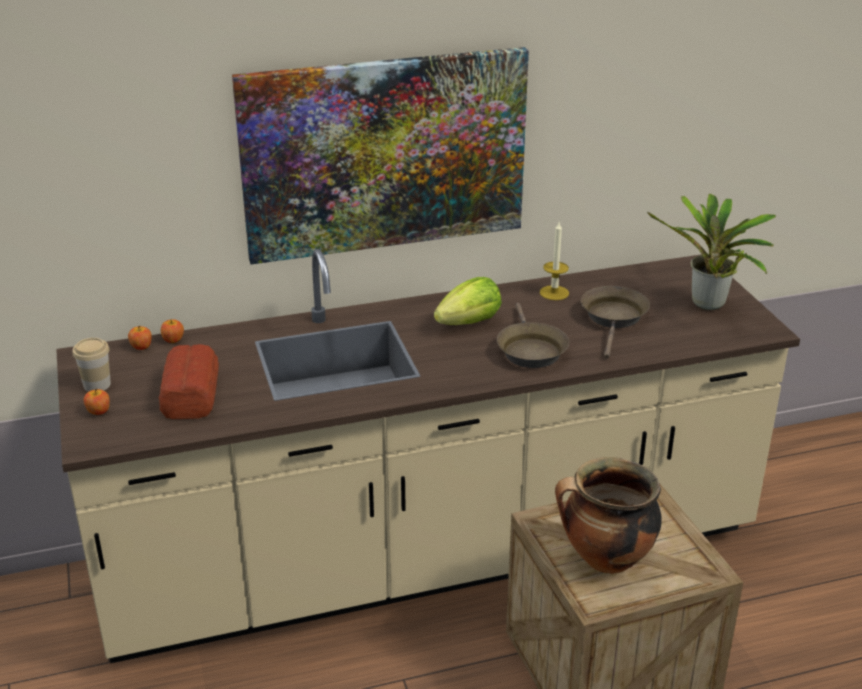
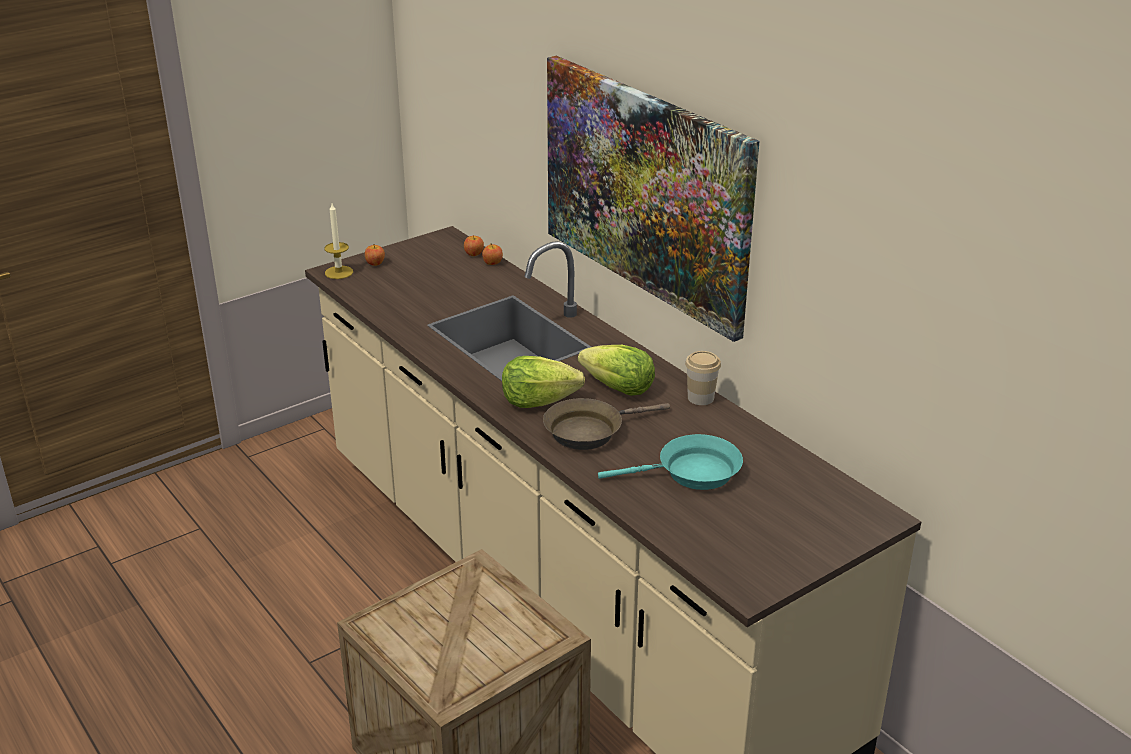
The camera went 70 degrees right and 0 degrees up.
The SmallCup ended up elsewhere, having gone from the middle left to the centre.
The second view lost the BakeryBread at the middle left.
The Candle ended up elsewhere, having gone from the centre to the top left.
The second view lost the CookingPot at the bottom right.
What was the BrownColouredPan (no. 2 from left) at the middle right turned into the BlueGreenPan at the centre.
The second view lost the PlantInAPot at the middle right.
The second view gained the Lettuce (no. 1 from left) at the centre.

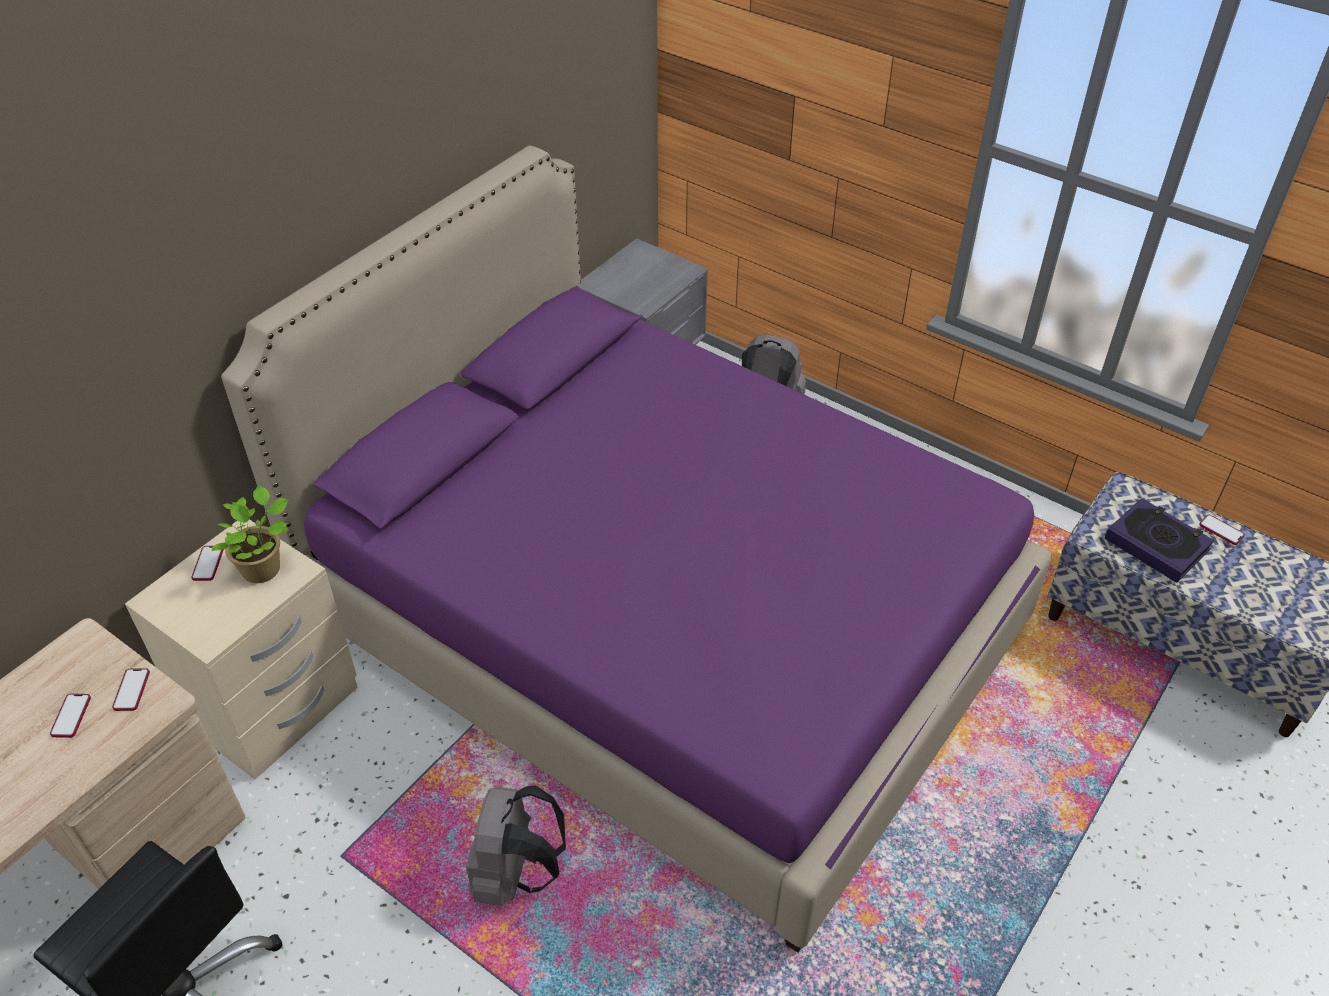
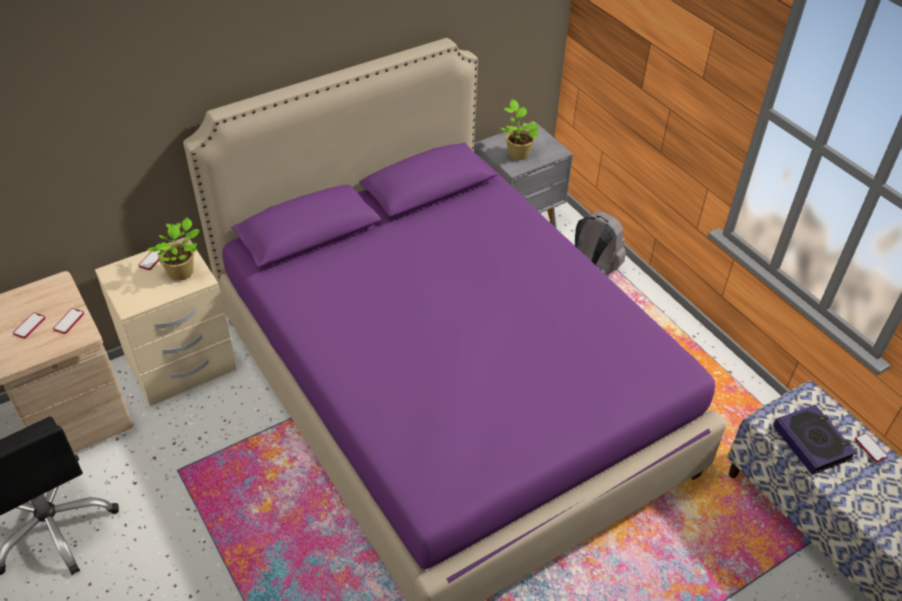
The camera went 20 degrees right and 0 degrees up.
The second view lost the GreyishBackpack (no. 1 from left) at the bottom centre.
The second view gained the PlantInAPot (no. 2 from left) at the top centre.

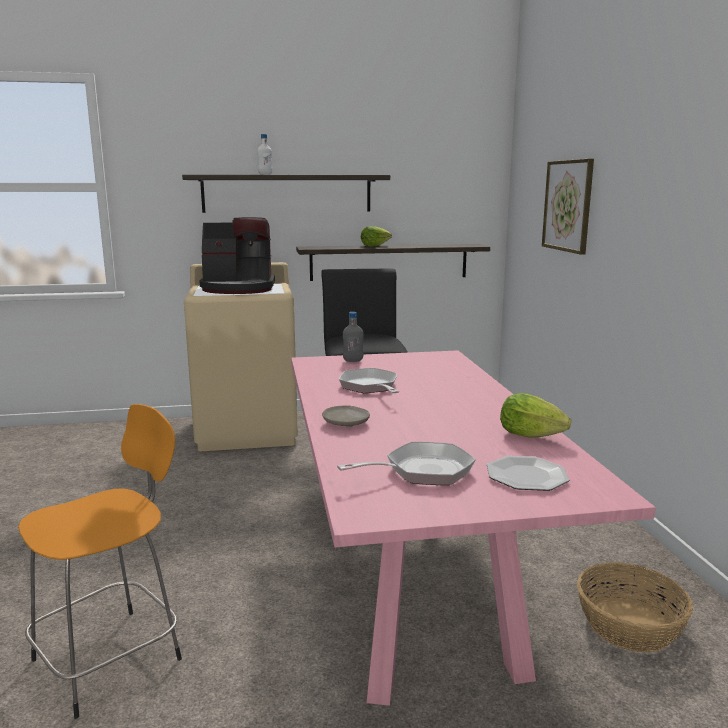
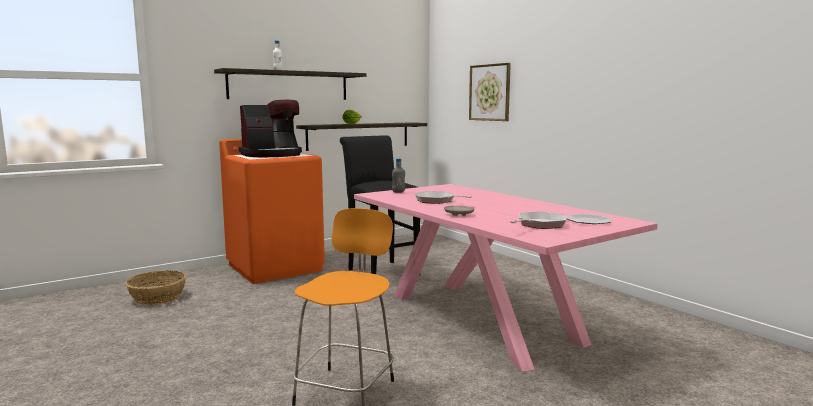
The camera went 25 degrees left and 5 degrees down.
What was the BeigeLaundryAppliance at the middle left turned into the OrangeColouredLaundryAppliance at the centre.
The second view lost the Lettuce (no. 2 from left) at the middle right.
The StorageBasket ended up elsewhere, having gone from the bottom right to the bottom left.

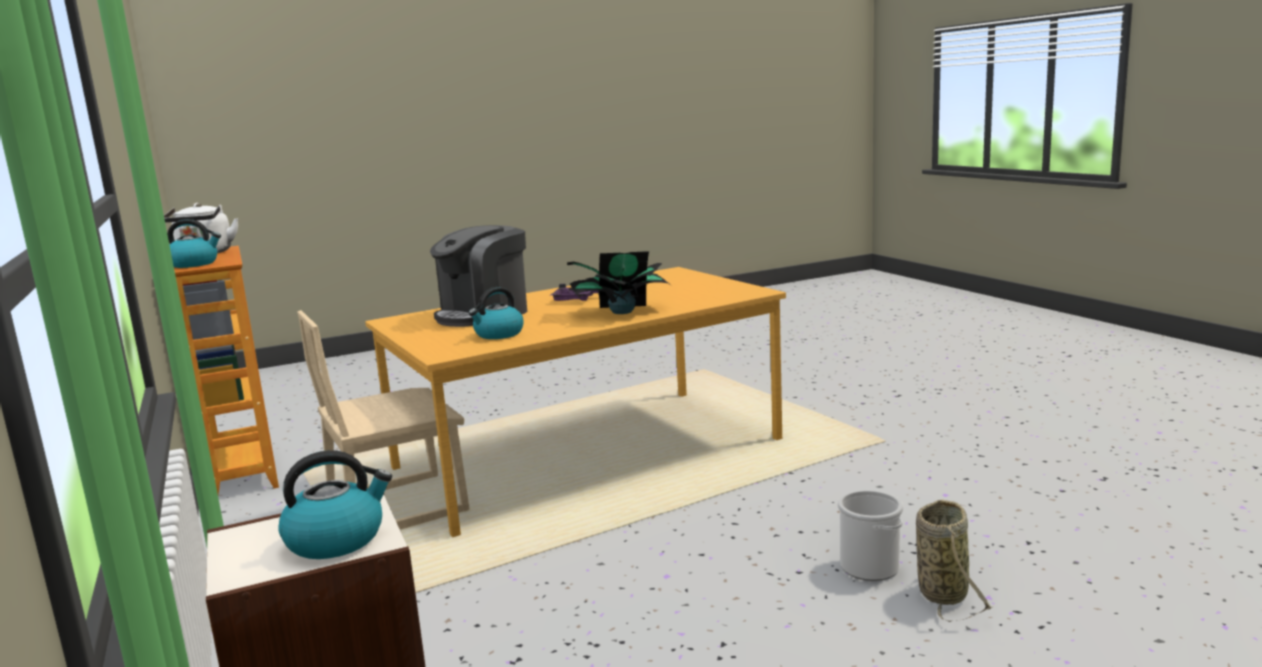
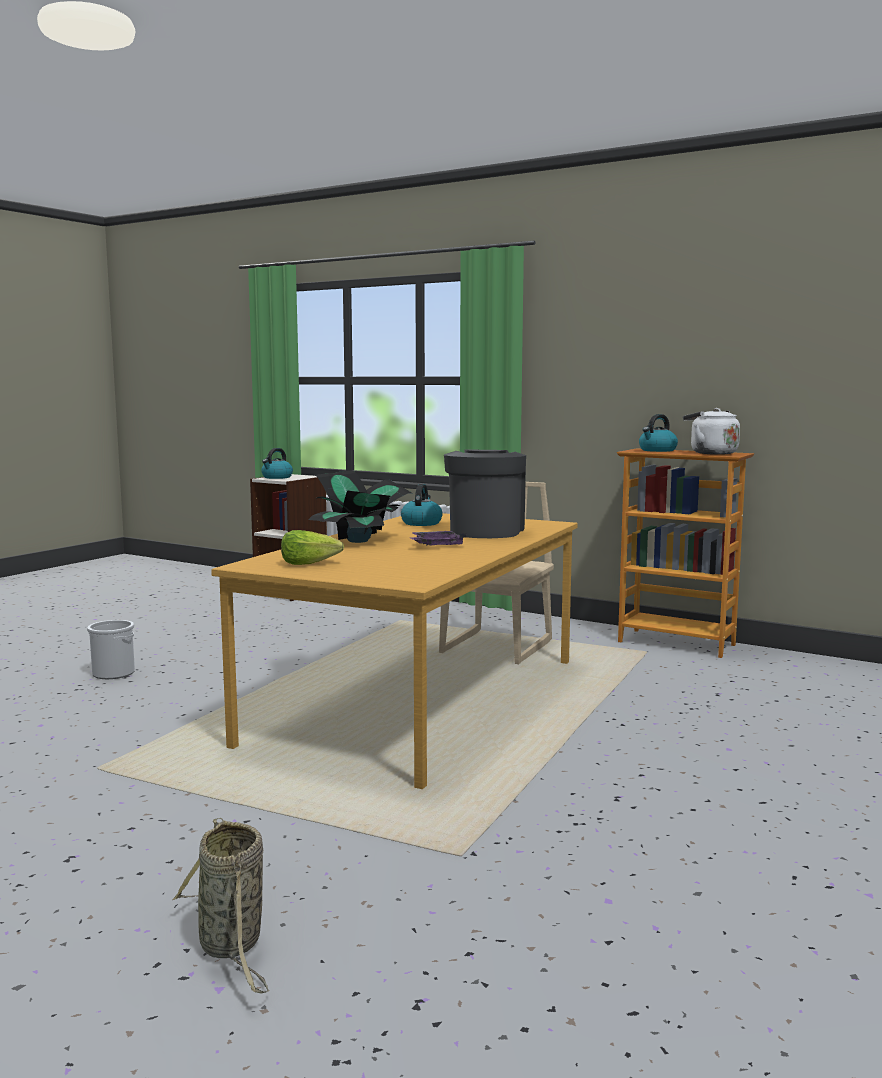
The camera went 145 degrees right and 5 degrees down.
The StorageBasket ended up elsewhere, having gone from the bottom right to the bottom left.
The second view gained the Lettuce at the centre.

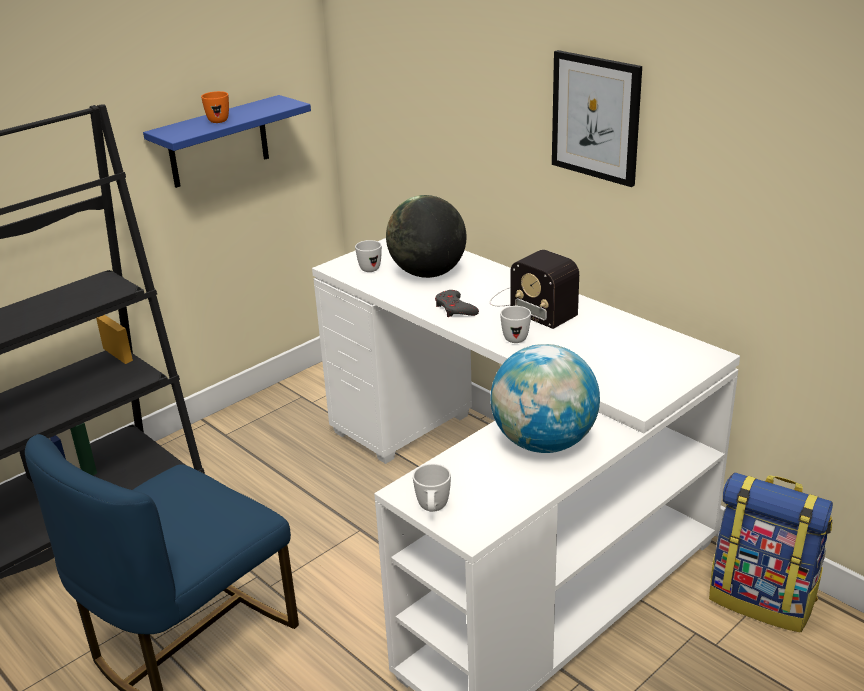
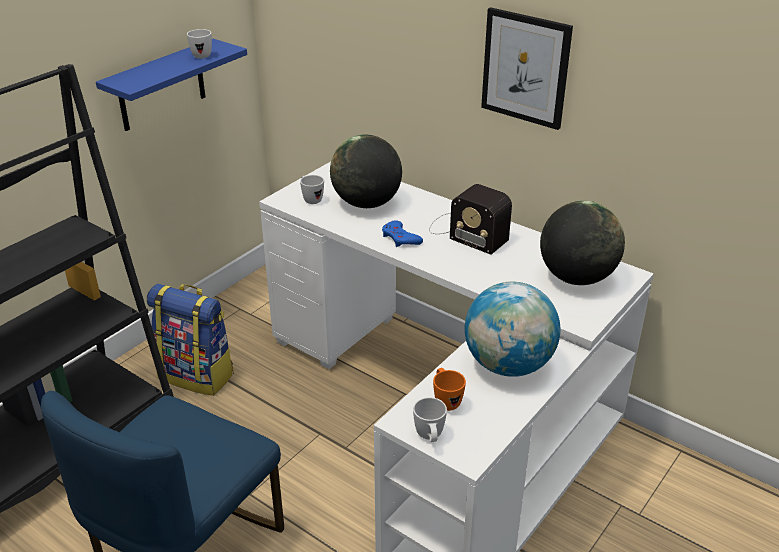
The camera went 10 degrees left and 5 degrees up.
The OrangeColouredCoffeeMug ended up elsewhere, having gone from the top left to the bottom centre.
What was the GreyishGameController at the centre turned into the BlueGameController at the centre.
The WhitishCoffeeMug (no. 3 from left in the first image) ended up elsewhere, having gone from the centre to the top left.
The Backpack ended up elsewhere, having gone from the bottom right to the middle left.
The second view gained the DeskGlobe (no. 3 from left) at the middle right.

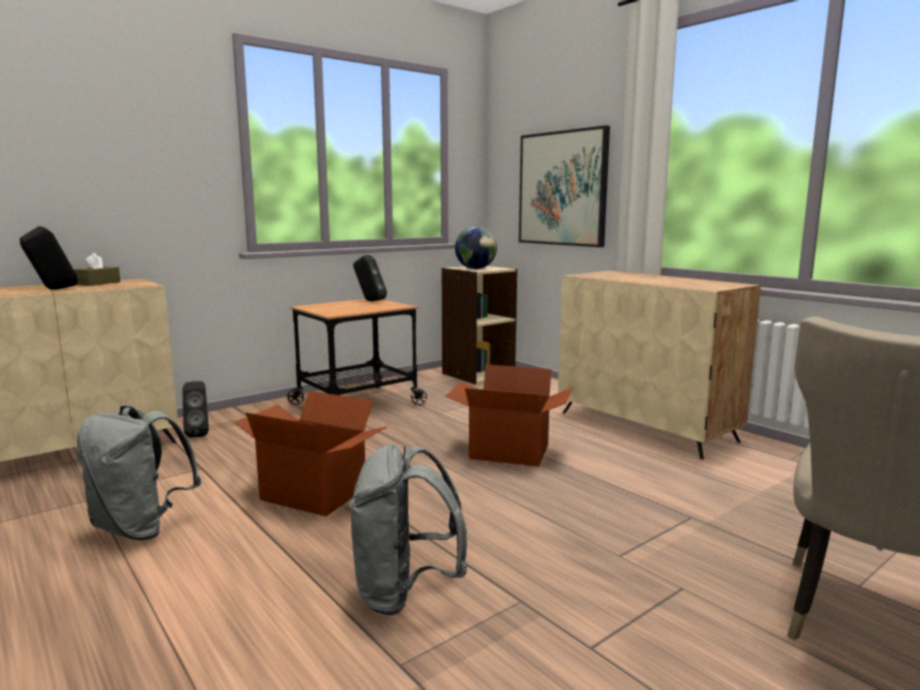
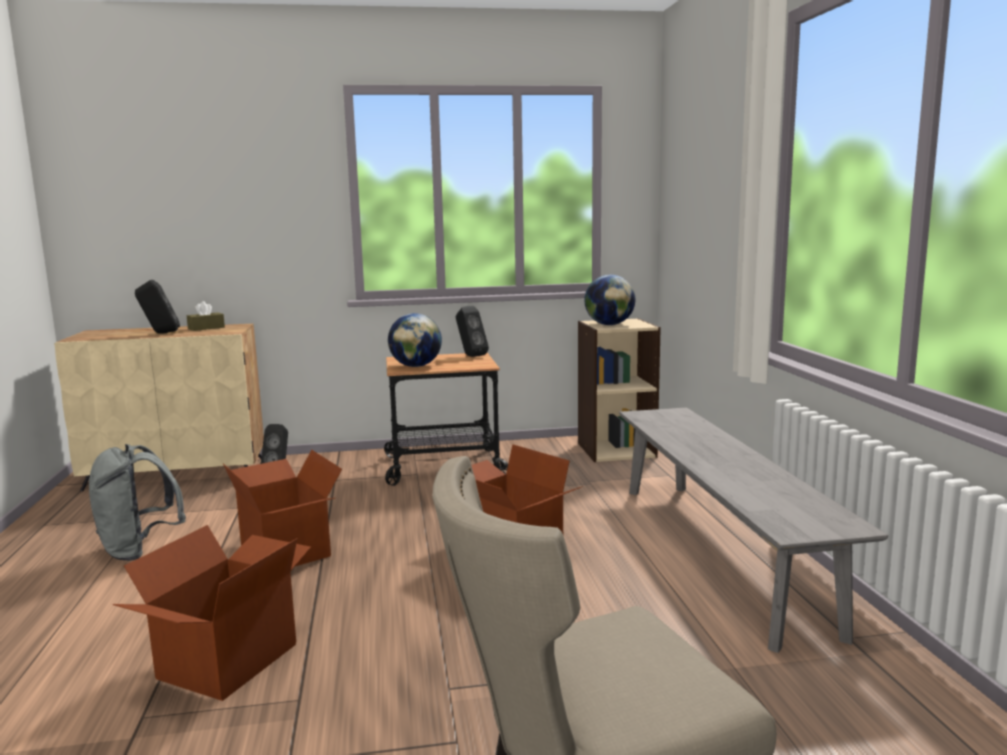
The camera went 30 degrees right and 0 degrees up.
Where the GreyishBackpack (no. 2 from left) stood at the bottom centre, the PackingBox (no. 1 from left) came to stand at the bottom left.
The second view lost the WallPicture at the top centre.
Where the BeigeCupboard (no. 2 from left) stood at the middle right, the GreyishBench came to stand at the bottom right.
The second view gained the DeskGlobe (no. 1 from left) at the centre.

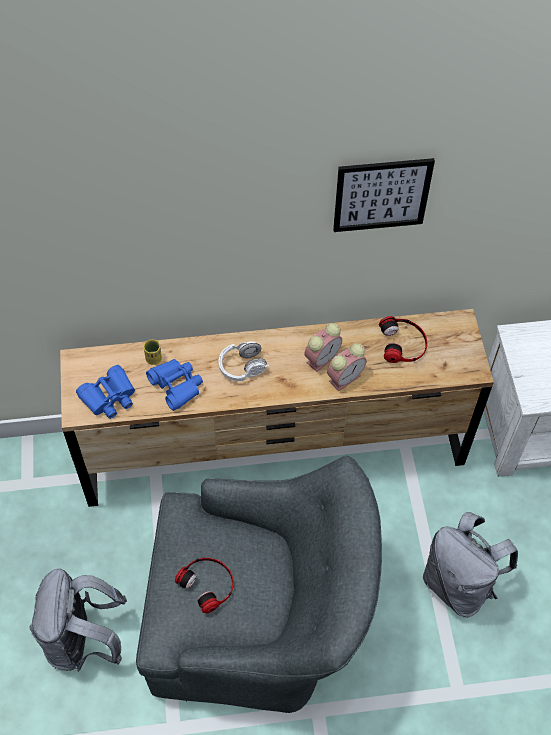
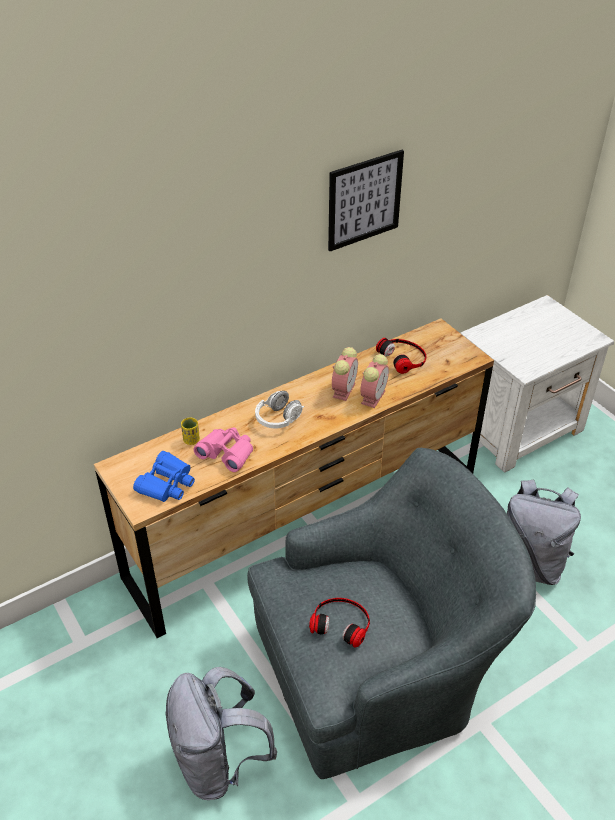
The camera went 25 degrees left and 15 degrees down.
What was the BlueFieldGlasses (no. 2 from left) at the middle left turned into the PinkColouredFieldGlasses at the centre.

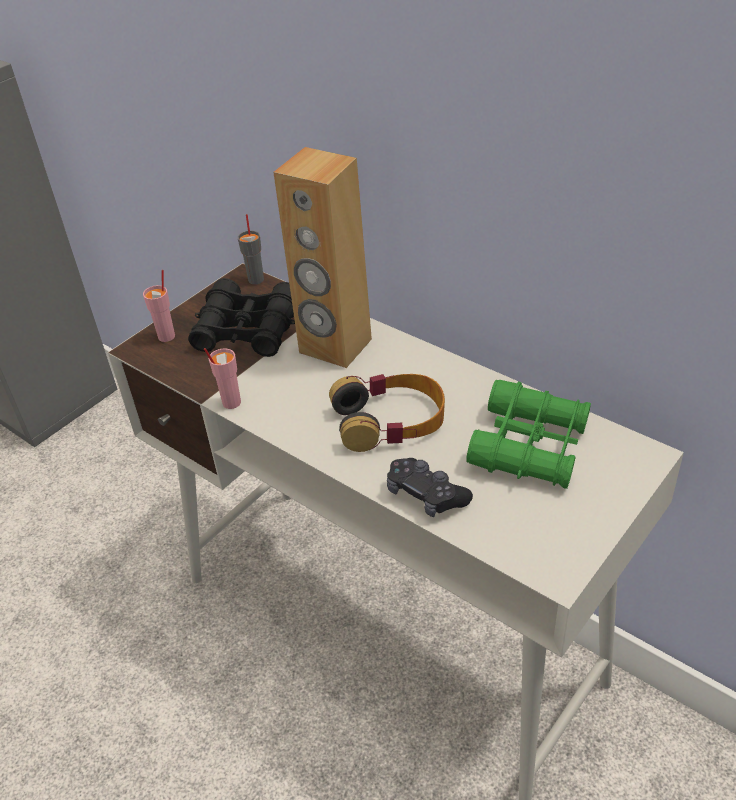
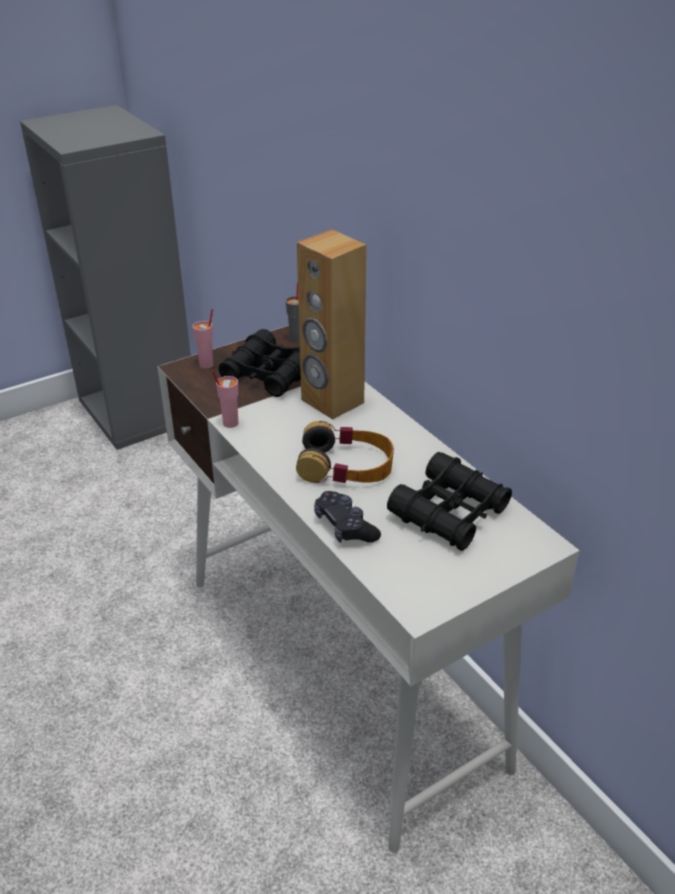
The camera went 15 degrees right and 5 degrees down.
What was the GreenFieldGlasses at the middle right turned into the BlackColouredFieldGlasses (no. 2 from left) at the centre.

